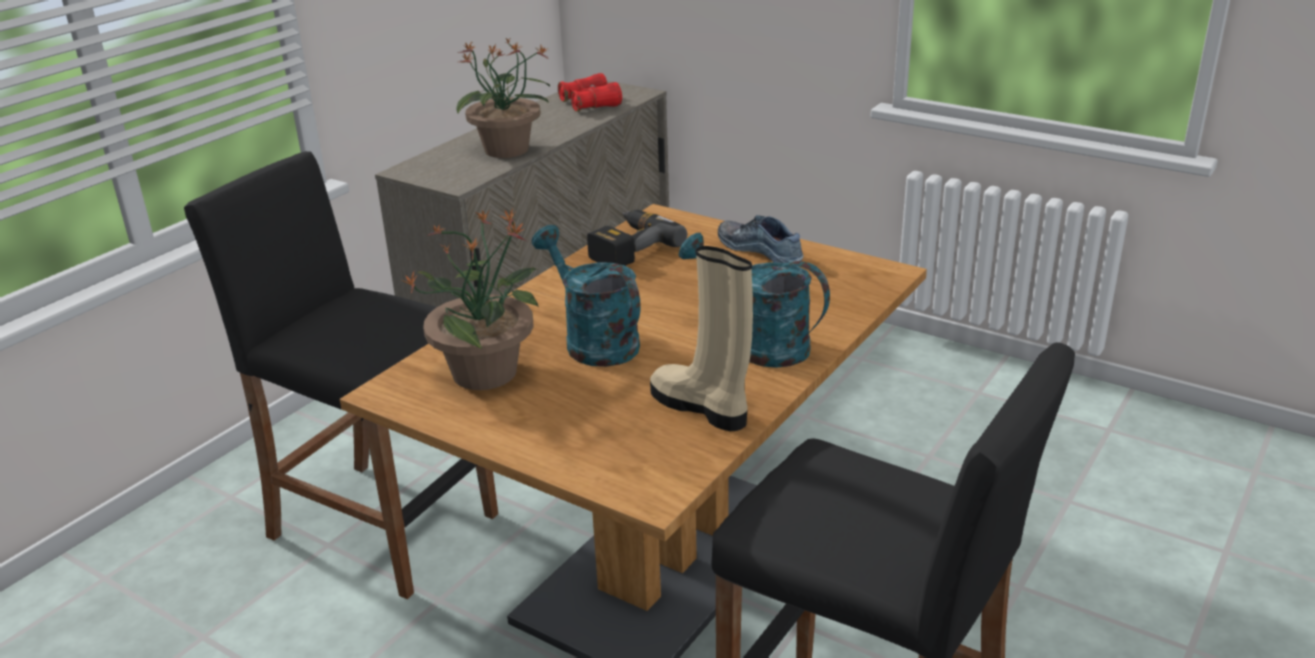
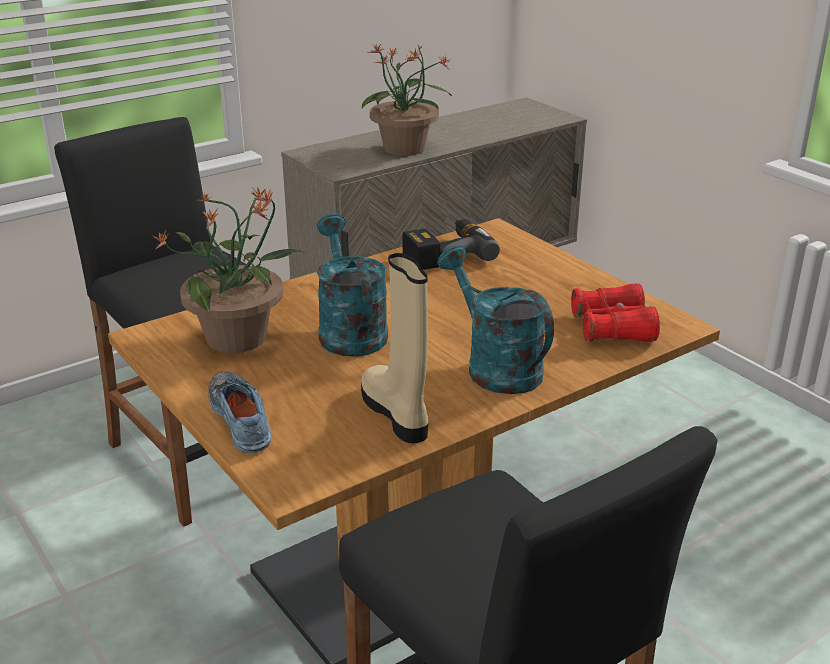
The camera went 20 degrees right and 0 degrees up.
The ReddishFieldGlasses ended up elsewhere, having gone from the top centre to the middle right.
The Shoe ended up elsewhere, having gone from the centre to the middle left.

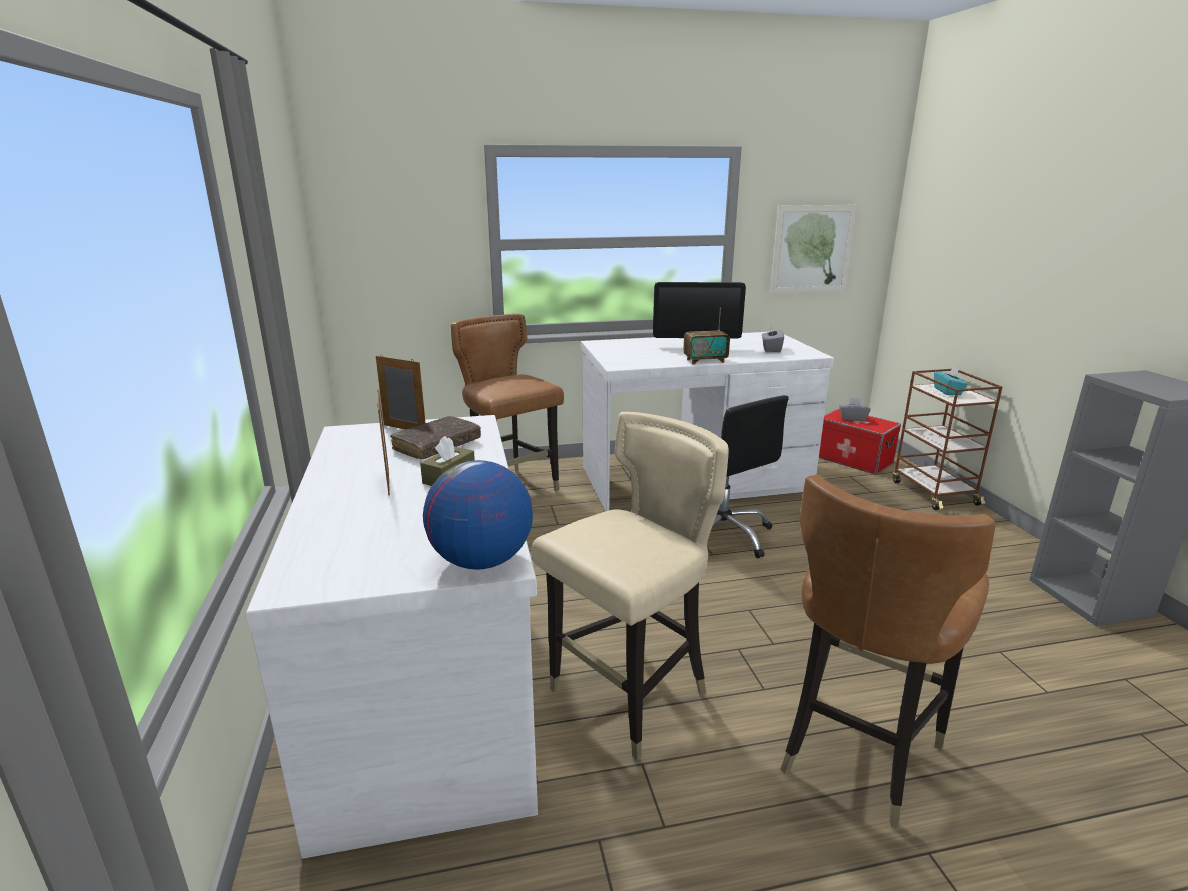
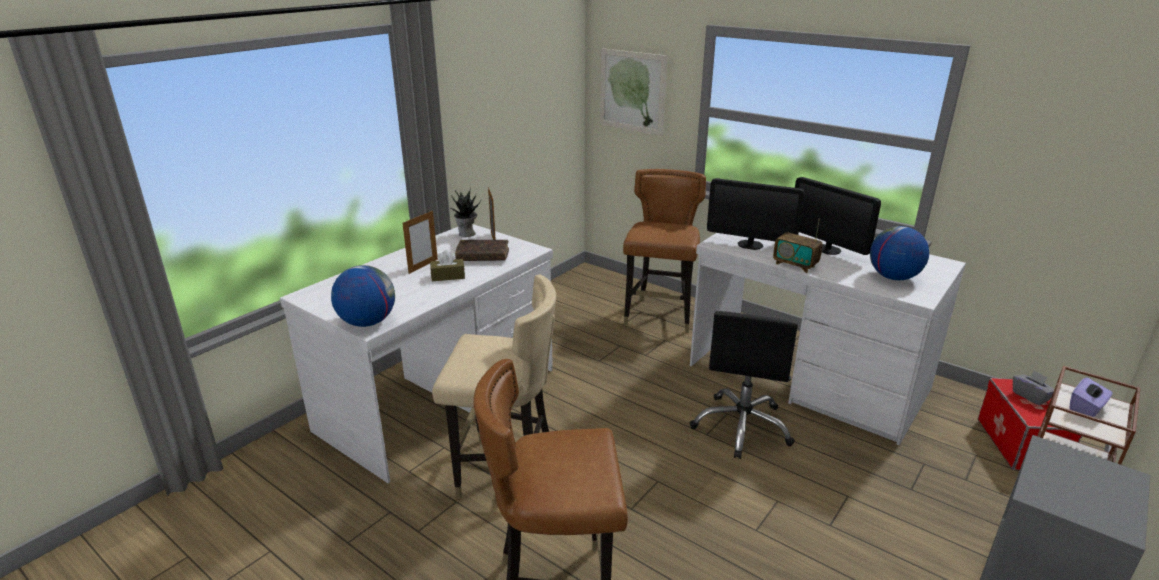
The camera went 50 degrees right and 5 degrees up.
Where the GreyishBoxOfTissues (no. 1 from left) stood at the centre, the DeskGlobe (no. 2 from left) came to stand at the middle right.
The WallPicture ended up elsewhere, having gone from the top right to the top centre.
What was the BlueGreenBoxOfTissues at the middle right turned into the PurpleColouredBoxOfTissues at the bottom right.
The second view gained the PlantInAPot at the centre.
The second view gained the Monitor (no. 1 from left) at the centre.

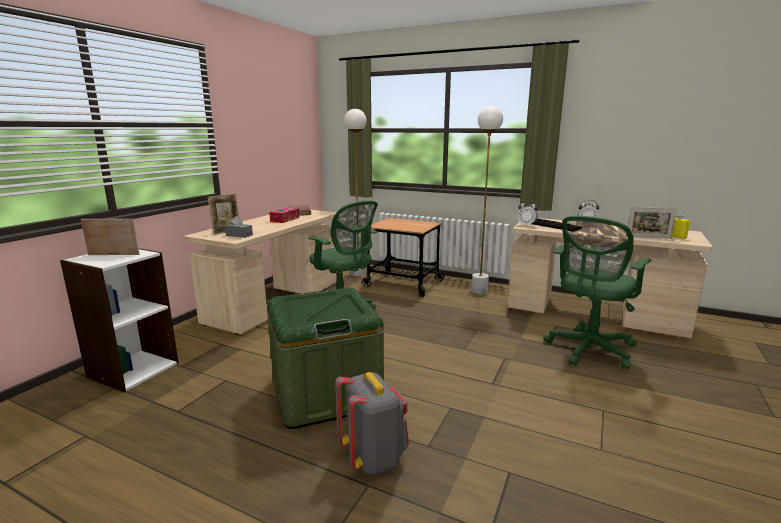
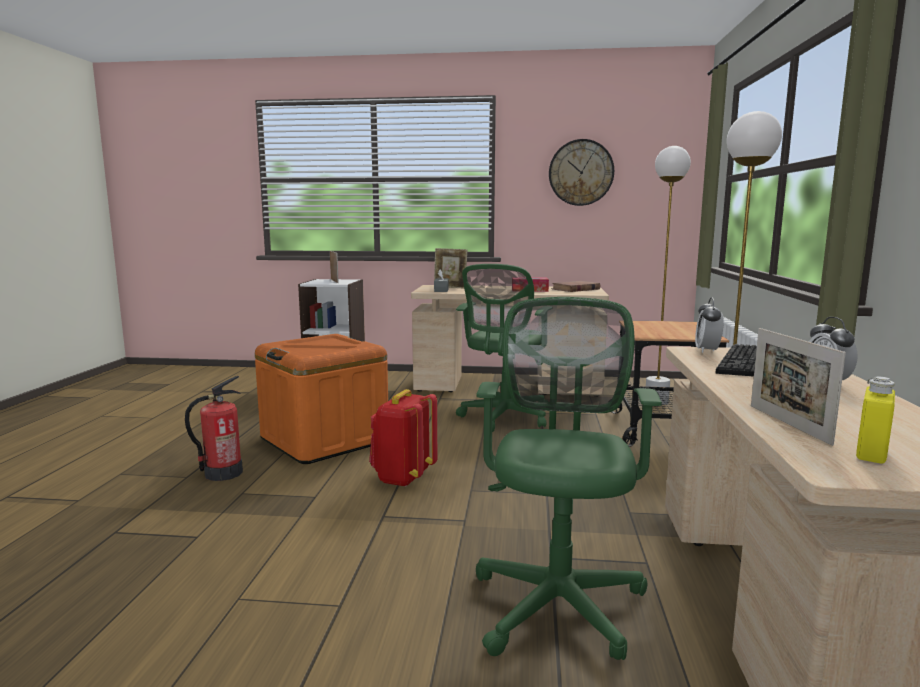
The camera went 70 degrees right and 5 degrees down.
What was the GreenStorageBin at the bottom centre turned into the OrangeColouredStorageBin at the centre.
Where the GreyishBackpack stood at the bottom centre, the FireFightingCylinder came to stand at the middle left.
The GreenDeskChair (no. 2 from left) at the middle right ended up facing another way, 75 degrees clockwise from before.
The second view gained the ReddishBackpack at the centre.
The second view gained the HangingClock at the top centre.

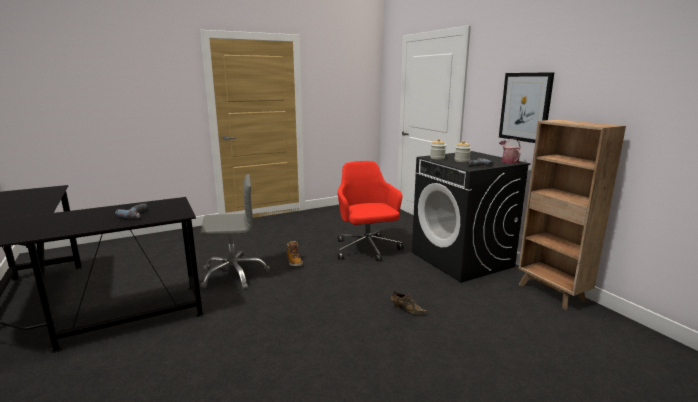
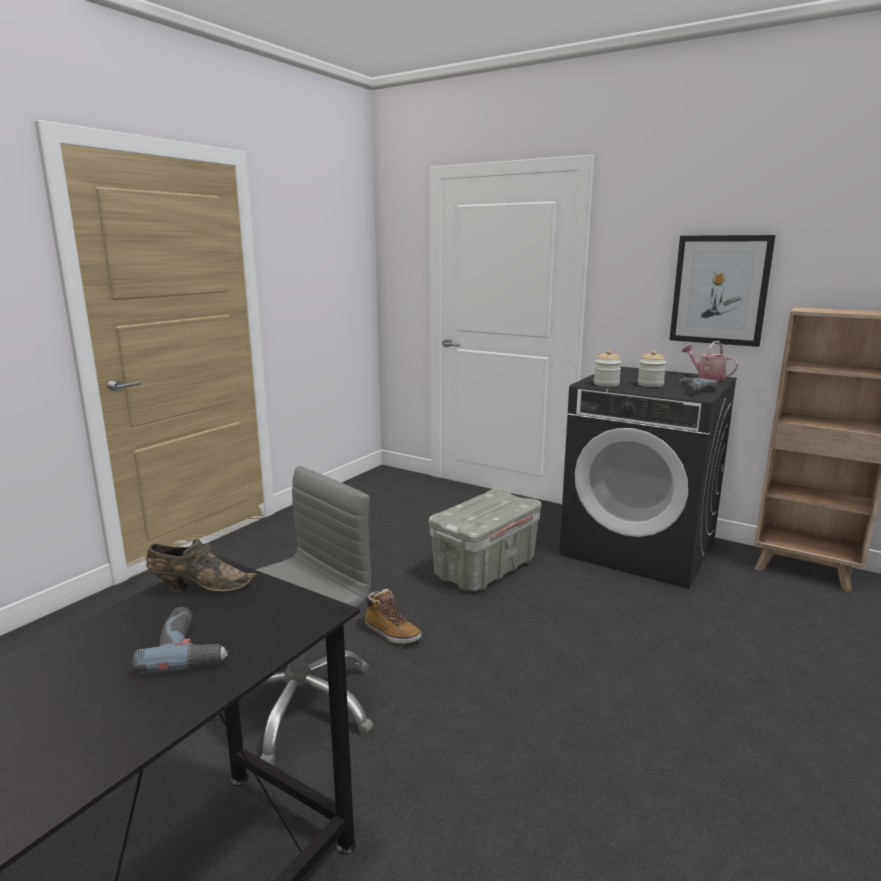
The camera went 30 degrees left and 0 degrees up.
Where the ReddishDeskChair stood at the centre, the GreyishStorageBin came to stand at the centre.
The BrownColouredShoe ended up elsewhere, having gone from the bottom centre to the middle left.

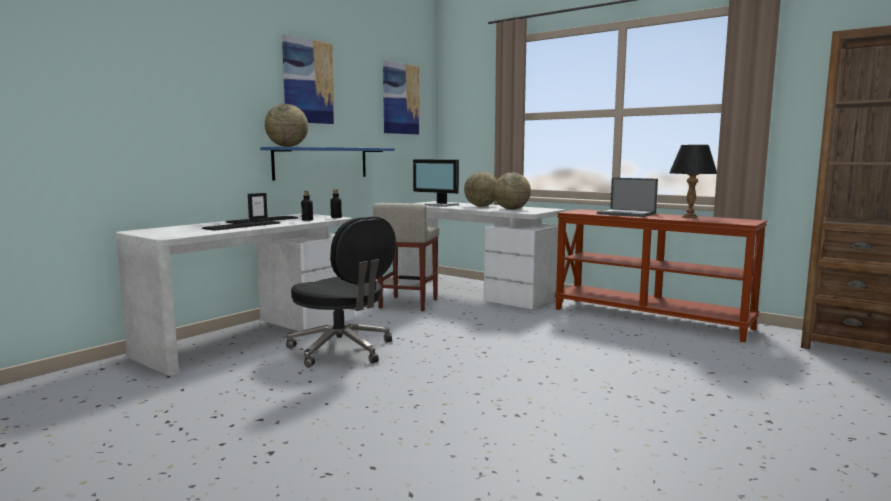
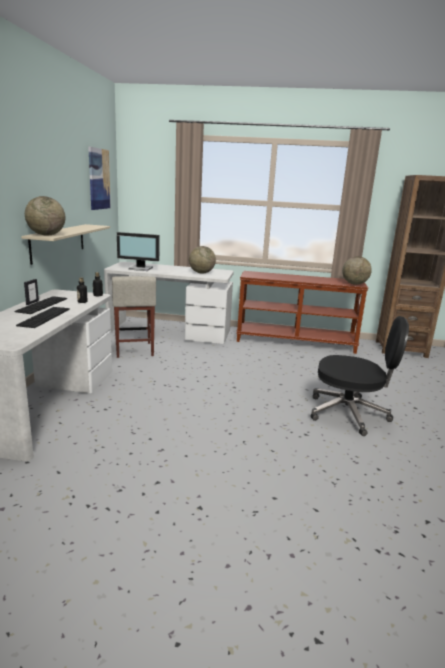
The camera went 30 degrees left and 10 degrees up.
What was the BlueBracketShelf at the top centre turned into the BeigeBracketShelf at the middle left.
The second view lost the WallPicture (no. 1 from left) at the top centre.
The BlackColouredDeskChair ended up elsewhere, having gone from the centre to the middle right.
The DeskGlobe (no. 2 from left in the first image) ended up elsewhere, having gone from the centre to the middle right.
The second view lost the Laptop at the middle right.
The second view lost the BlackColouredTableLamp at the middle right.

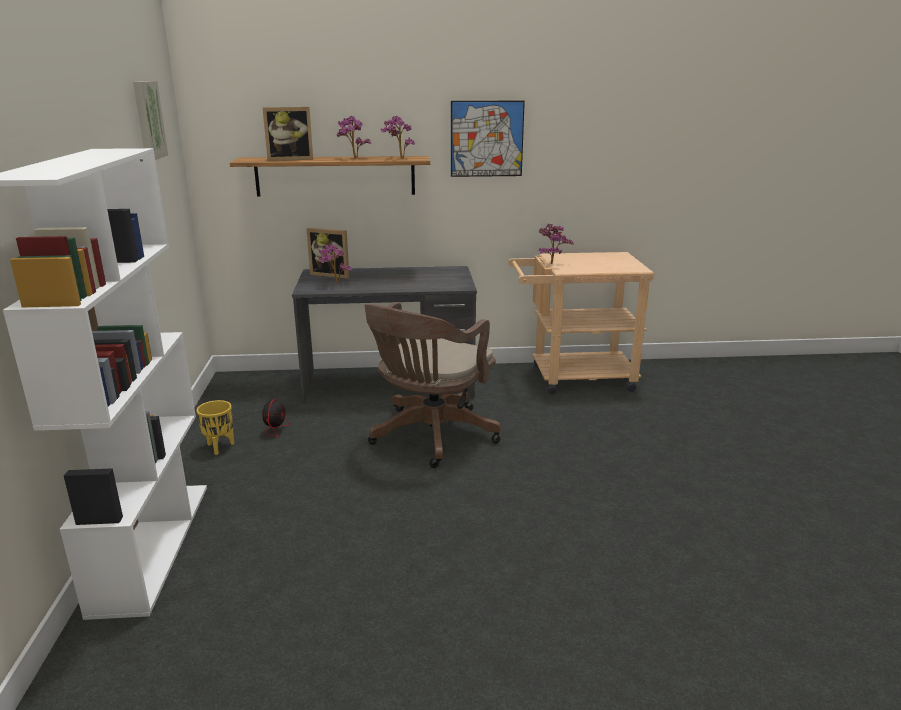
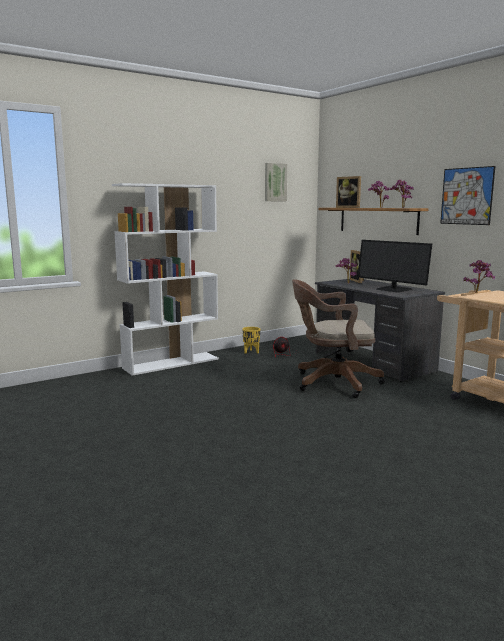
The camera went 60 degrees right and 10 degrees down.
The second view gained the Monitor at the middle right.

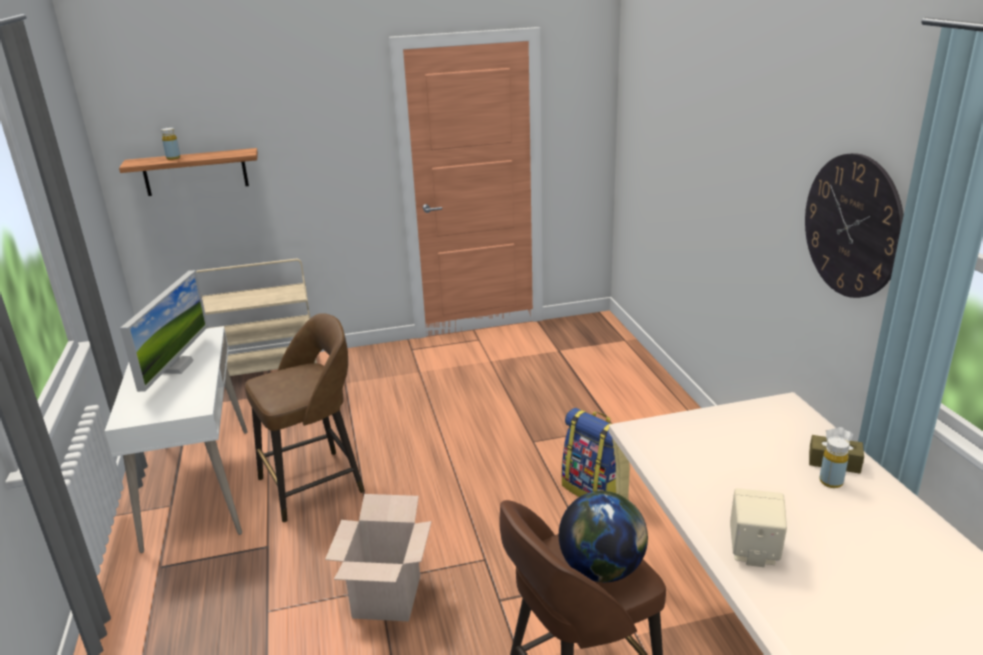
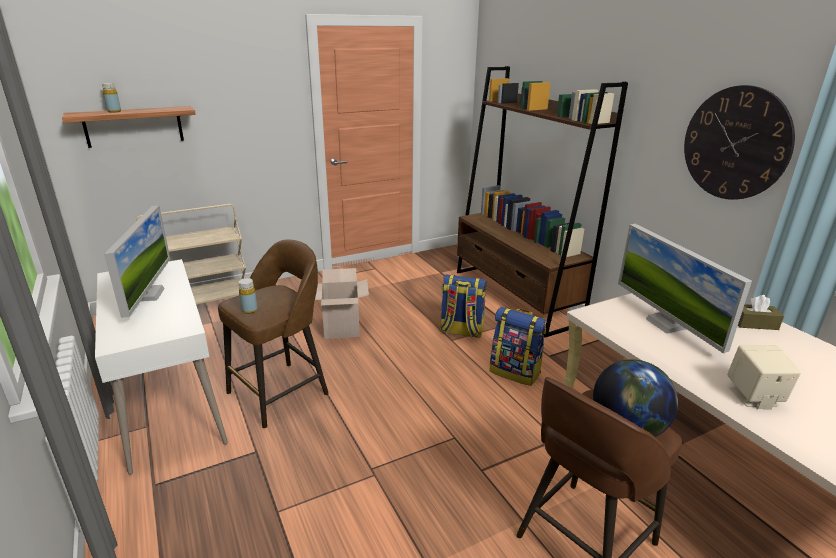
The camera went 15 degrees left and 0 degrees up.
The PackingBox ended up elsewhere, having gone from the bottom centre to the centre.
The YellowColouredDrinkBottle (no. 2 from left) ended up elsewhere, having gone from the bottom right to the middle left.
The second view gained the Backpack (no. 1 from left) at the centre.
The second view gained the BrownColouredShelvingUnit at the centre.
The second view gained the Monitor (no. 2 from left) at the middle right.

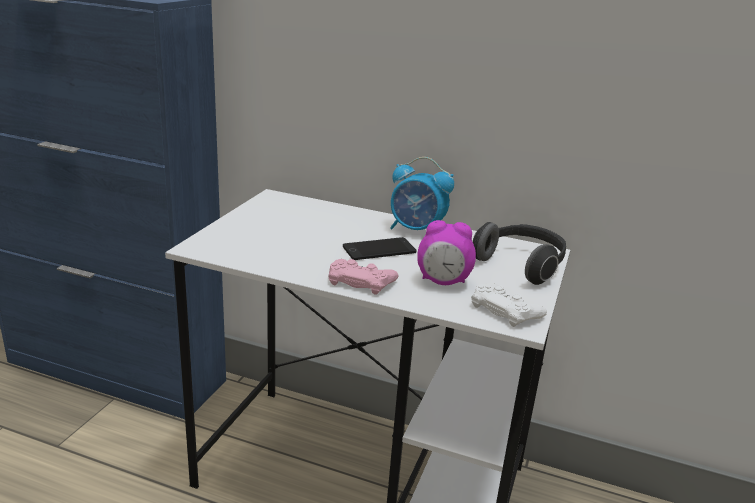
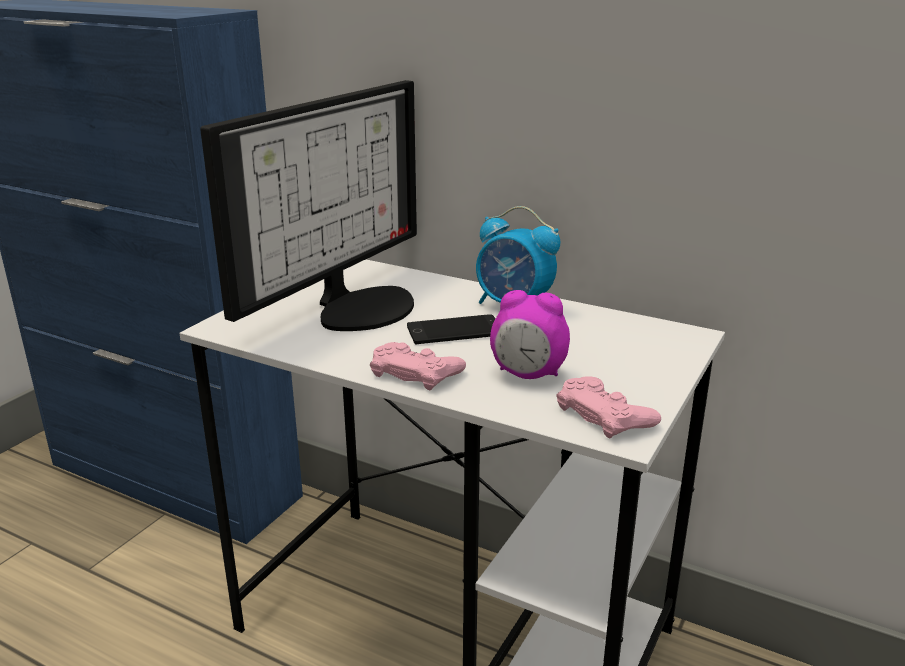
The camera went 10 degrees right and 0 degrees up.
What was the WhitishGameController at the middle right turned into the PinkColouredGameController (no. 2 from left) at the middle right.
The second view lost the Headset at the middle right.
The second view gained the Monitor at the top centre.

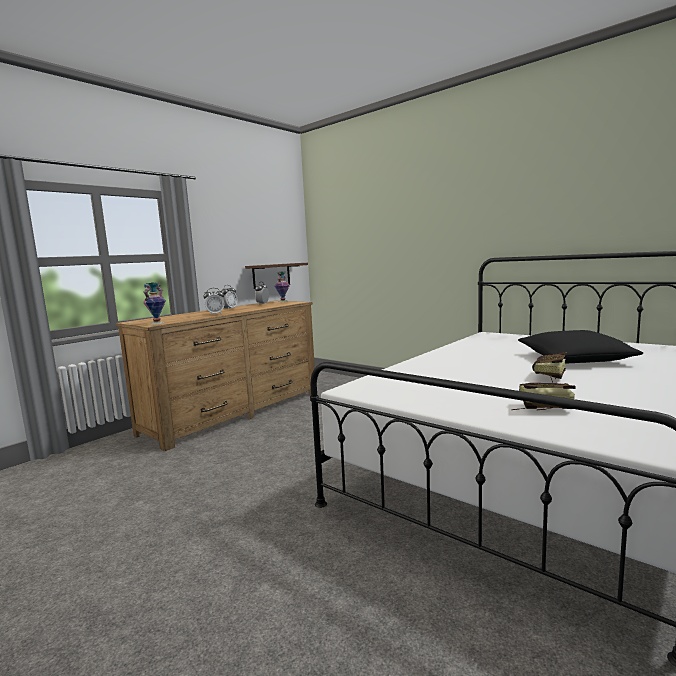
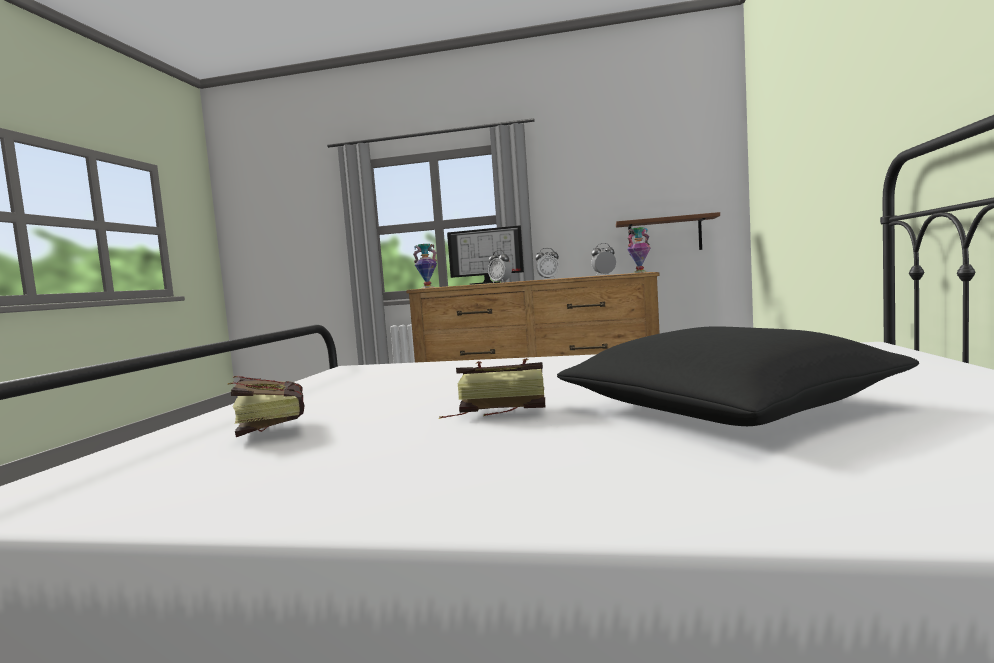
The camera went 60 degrees right and 5 degrees down.
The second view gained the Monitor at the centre.

